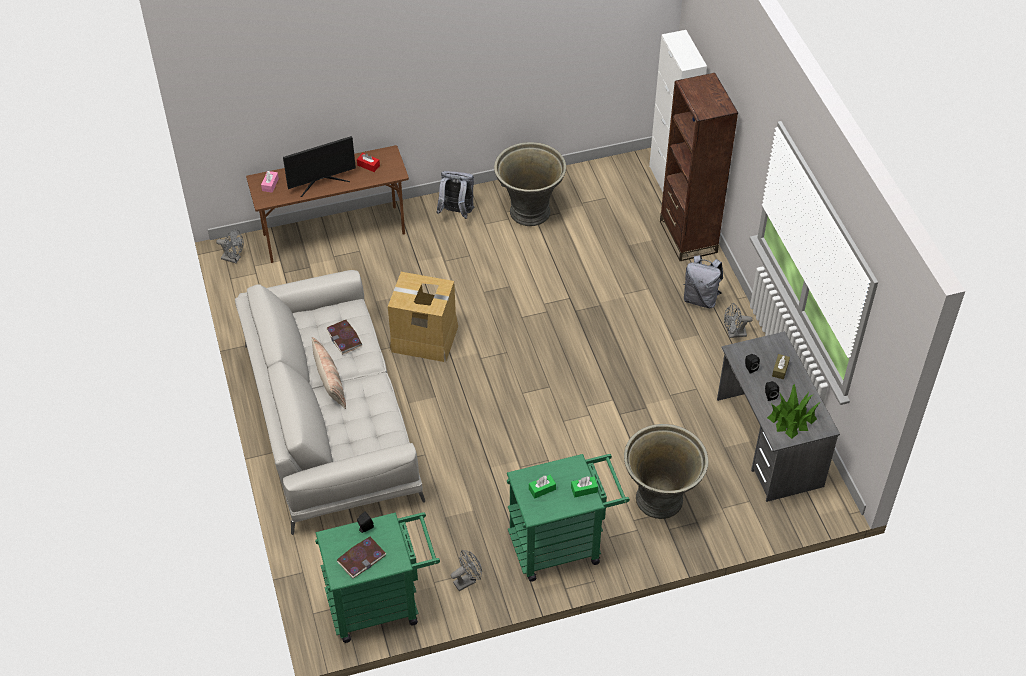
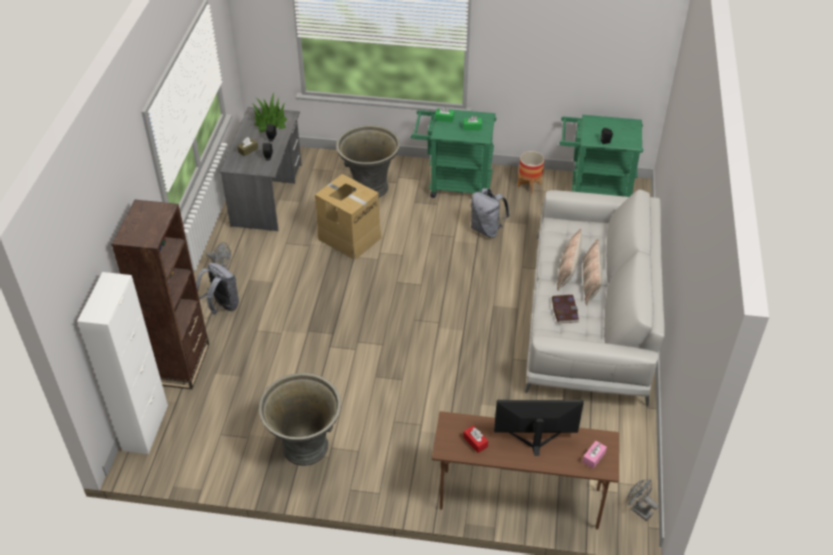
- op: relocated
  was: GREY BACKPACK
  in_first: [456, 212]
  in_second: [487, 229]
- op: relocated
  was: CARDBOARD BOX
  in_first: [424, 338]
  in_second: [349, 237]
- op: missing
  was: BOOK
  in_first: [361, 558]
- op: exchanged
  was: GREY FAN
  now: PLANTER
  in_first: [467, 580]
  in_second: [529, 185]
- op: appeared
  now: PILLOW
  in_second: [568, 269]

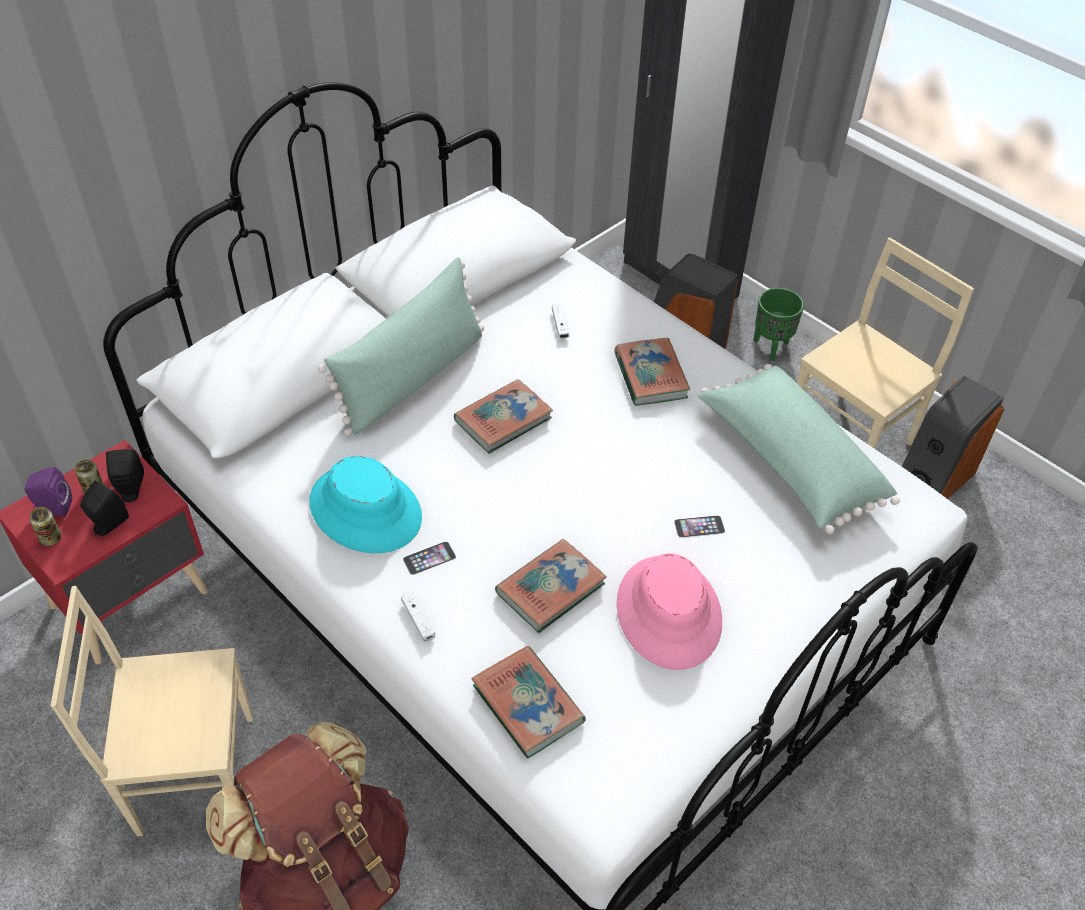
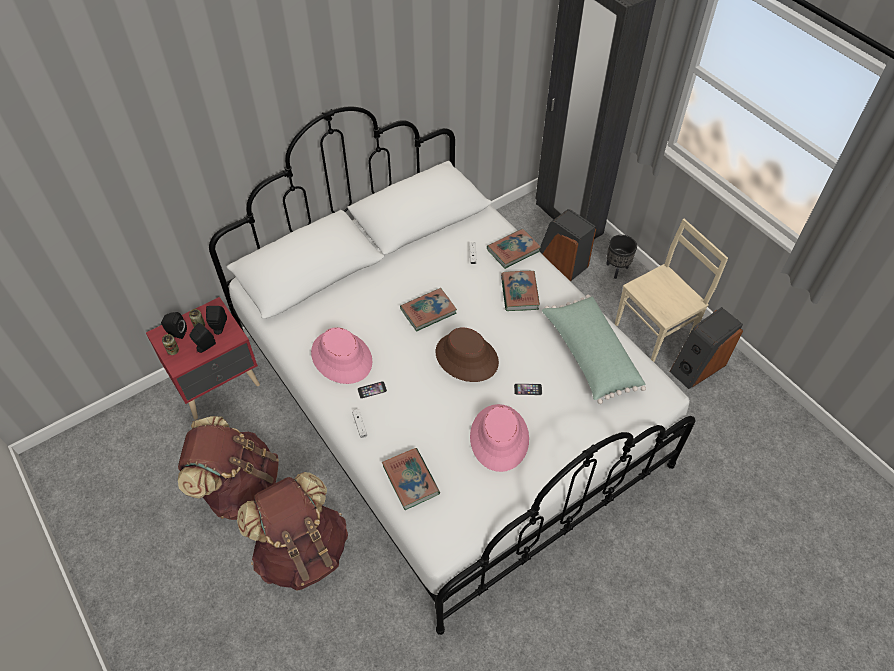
- op: missing
  was: GREEN PILLOW
  in_first: [412, 377]
- op: colour
  was: GREEN PLANTER
  now: BLACK PLANTER
  in_first: [772, 347]
  in_second: [617, 269]
- op: colour
  was: TURQUOISE HAT
  now: PINK HAT
  in_first: [366, 509]
  in_second: [342, 357]
- op: colour
  was: PURPLE SPEAKER
  now: BLACK SPEAKER
  in_first: [53, 508]
  in_second: [176, 333]
- op: relocated
  was: BOOK
  in_first: [550, 589]
  in_second: [513, 250]
- op: exchanged
  was: BEIGE CHAIR
  now: BROWN BACKPACK
  in_first: [194, 772]
  in_second: [239, 486]
- op: appeared
  now: BROWN HAT
  in_second: [466, 357]

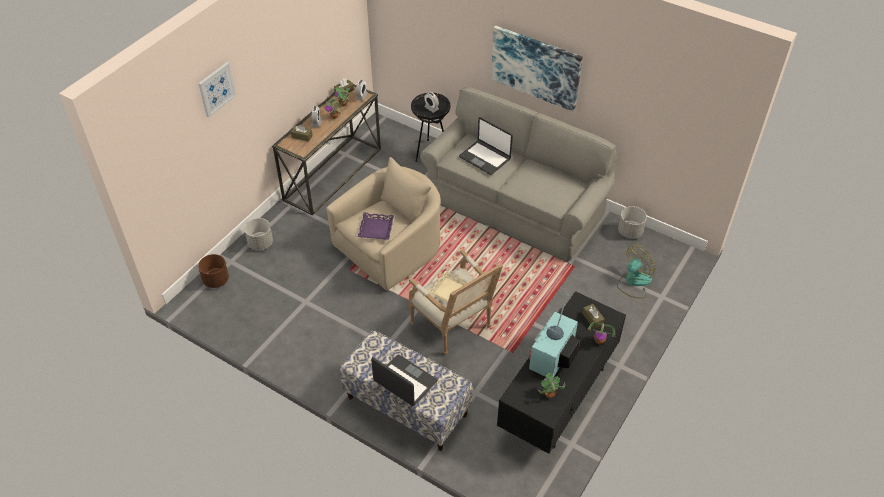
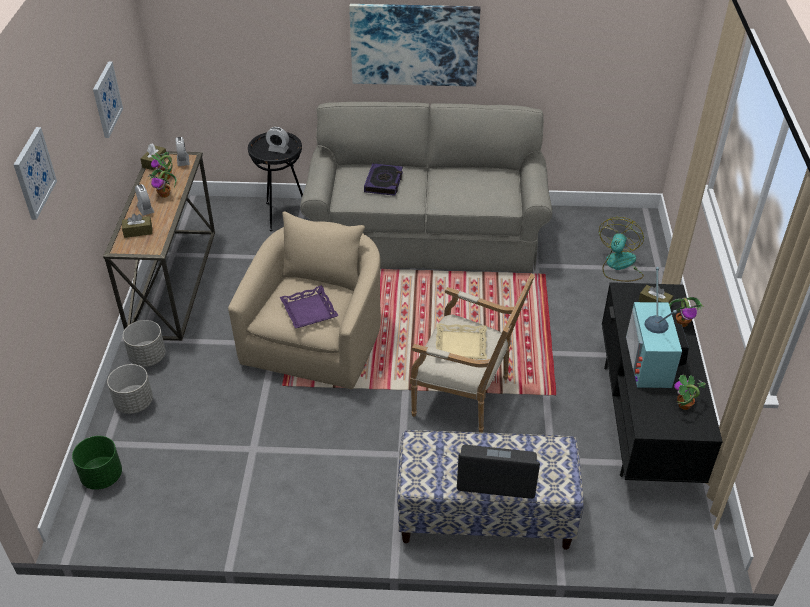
- op: exchanged
  was: LAPTOP
  now: BOOK
  in_first: [485, 158]
  in_second: [384, 182]
- op: relocated
  was: GREY PLANTER
  in_first: [630, 232]
  in_second: [148, 357]
- op: colour
  was: BROWN PLANTER
  now: GREEN PLANTER
  in_first: [216, 280]
  in_second: [102, 476]
- op: appeared
  now: PICTURE
  in_second: [106, 99]

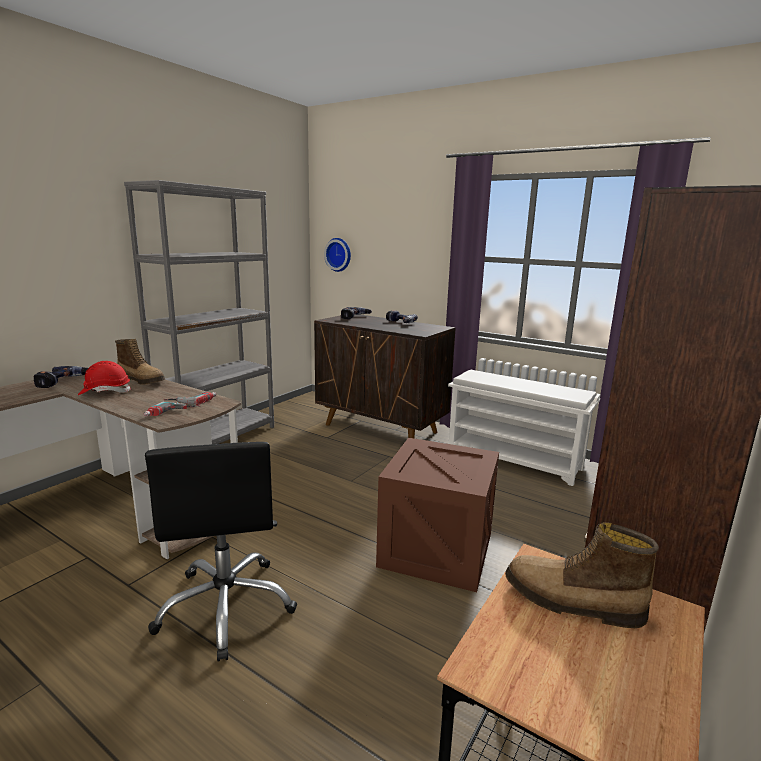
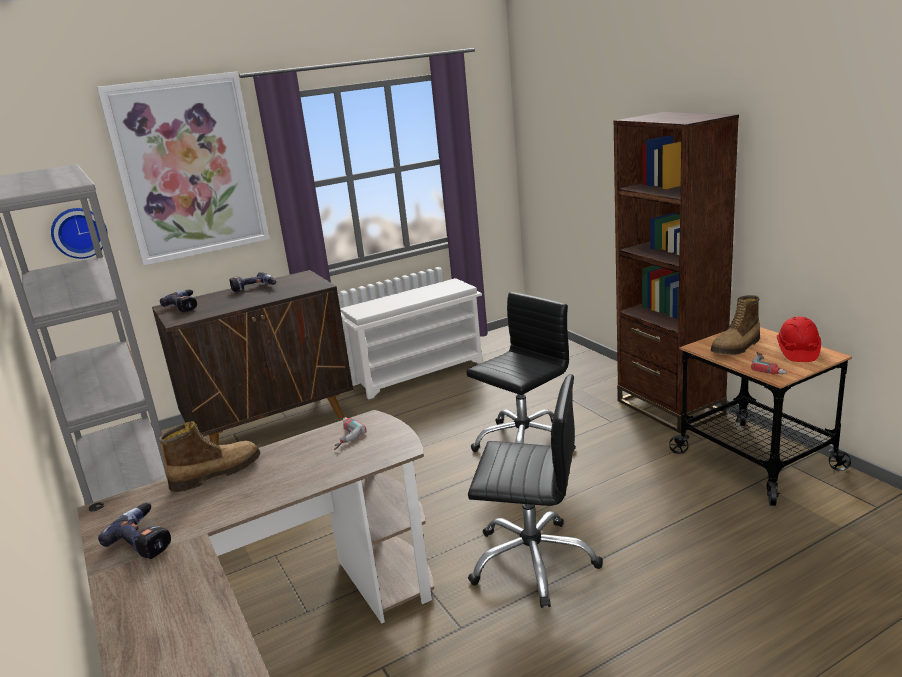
- op: relocated
  was: RED HARD HAT
  in_first: [105, 392]
  in_second: [797, 352]
- op: relocated
  was: POWER DRILL
  in_first: [171, 414]
  in_second: [770, 366]
- op: exchanged
  was: CRATE
  now: BLACK OFFICE CHAIR
  in_first: [436, 549]
  in_second: [523, 442]
- op: appeared
  now: PICTURE
  in_second: [189, 168]

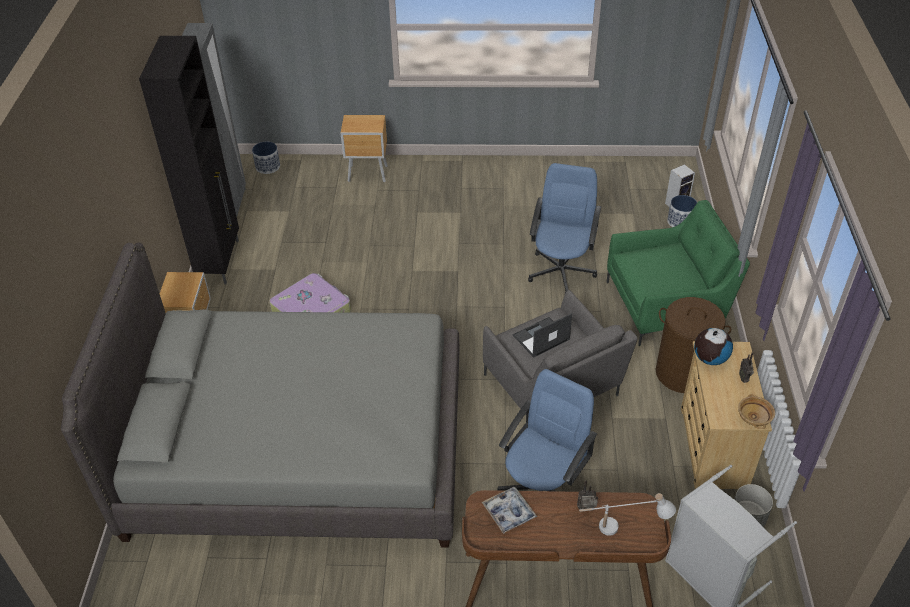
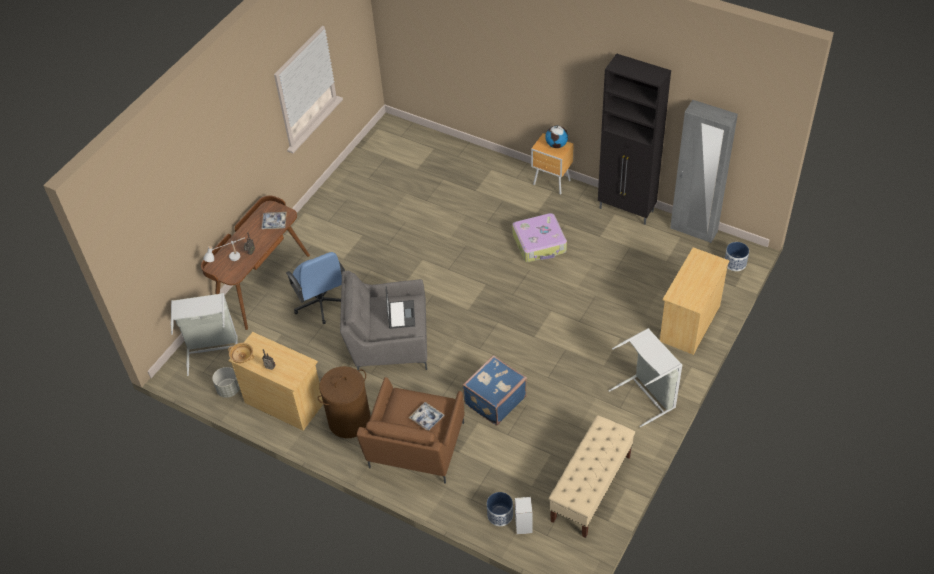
- op: exchanged
  was: BROWN NIGHTSTAND
  now: BEIGE DRESSER
  in_first: [368, 174]
  in_second: [689, 323]
- op: exchanged
  was: BLUE OFFICE CHAIR
  now: BLUE SUITCASE
  in_first: [561, 271]
  in_second: [494, 400]
- op: colour
  was: GREEN ARMCHAIR
  now: BROWN ARMCHAIR
  in_first: [667, 305]
  in_second: [415, 449]
- op: missing
  was: GREY BED
  in_first: [299, 449]
- op: relocated
  was: GLOBE
  in_first: [709, 358]
  in_second: [556, 145]
- op: appeared
  now: GREY LAUNDRY BASKET
  in_second: [647, 396]
- op: appeared
  now: TRAY
  in_second: [427, 418]
- op: appeared
  now: BEIGE BENCH
  in_second: [591, 489]

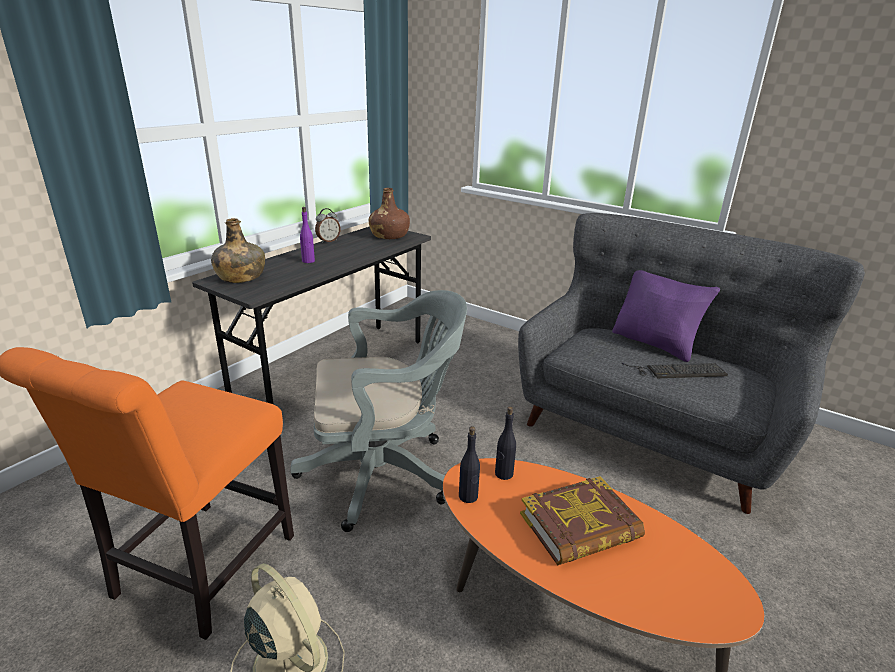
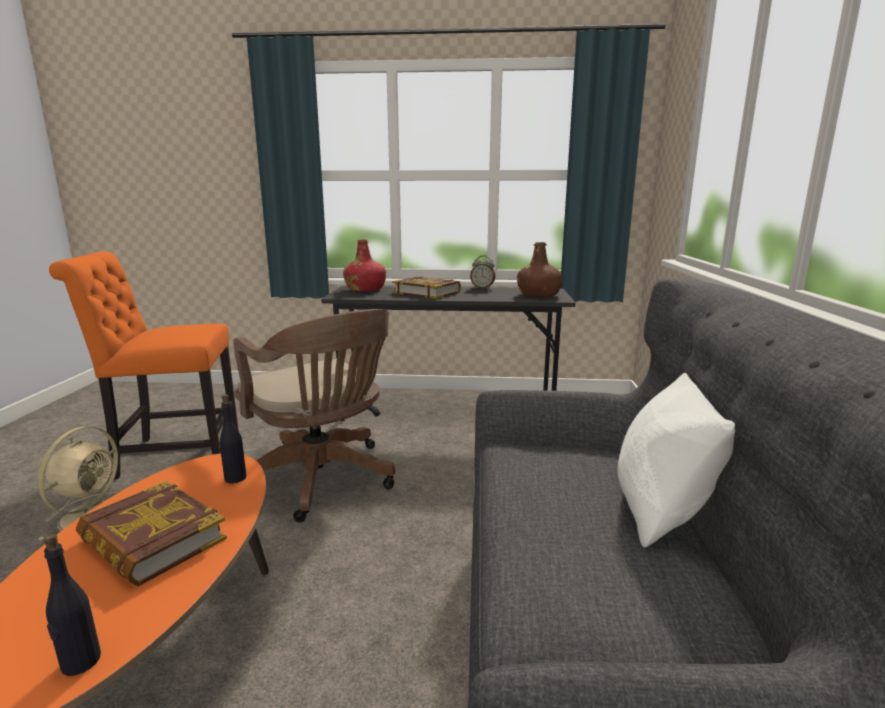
- op: exchanged
  was: PURPLE BOTTLE
  now: BOOK
  in_first: [308, 261]
  in_second: [427, 292]
- op: colour
  was: GREEN BOTTLE
  now: RED BOTTLE
  in_first: [240, 277]
  in_second: [365, 289]
- op: colour
  was: PURPLE PILLOW
  now: WHITE PILLOW
  in_first: [654, 343]
  in_second: [661, 507]
- op: colour
  was: GREY OFFICE CHAIR
  now: BROWN OFFICE CHAIR
  in_first: [384, 473]
  in_second: [323, 480]
- op: missing
  was: KEYBOARD
  in_first: [676, 371]
- op: relocated
  was: BLACK BOTTLE
  in_first: [468, 496]
  in_second: [80, 662]

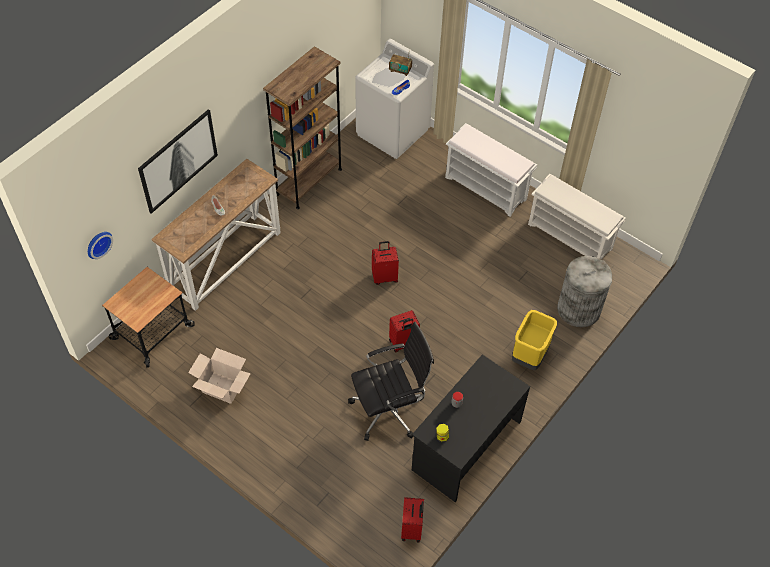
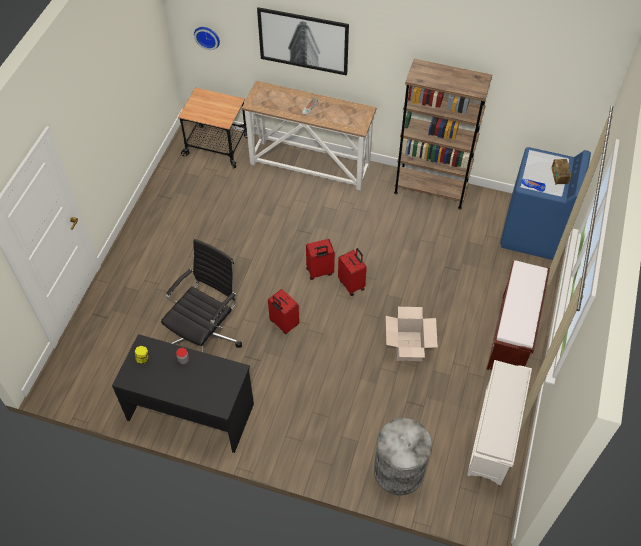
- op: colour
  was: WHITE WASHING MACHINE
  now: BLUE WASHING MACHINE
  in_first: [393, 132]
  in_second: [533, 233]
- op: colour
  was: WHITE BENCH
  now: BROWN BENCH
  in_first: [486, 188]
  in_second: [511, 336]
- op: missing
  was: YELLOW TRASH CAN
  in_first: [530, 356]
- op: spun
  was: BLACK OFFICE CHAIR
  in_first: [389, 409]
  in_second: [206, 336]
  clockwise: -105
- op: relocated
  was: CARDBOARD BOX
  in_first: [222, 388]
  in_second: [408, 346]
- op: relocated
  was: RED SUITCASE
  in_first: [412, 529]
  in_second: [320, 272]

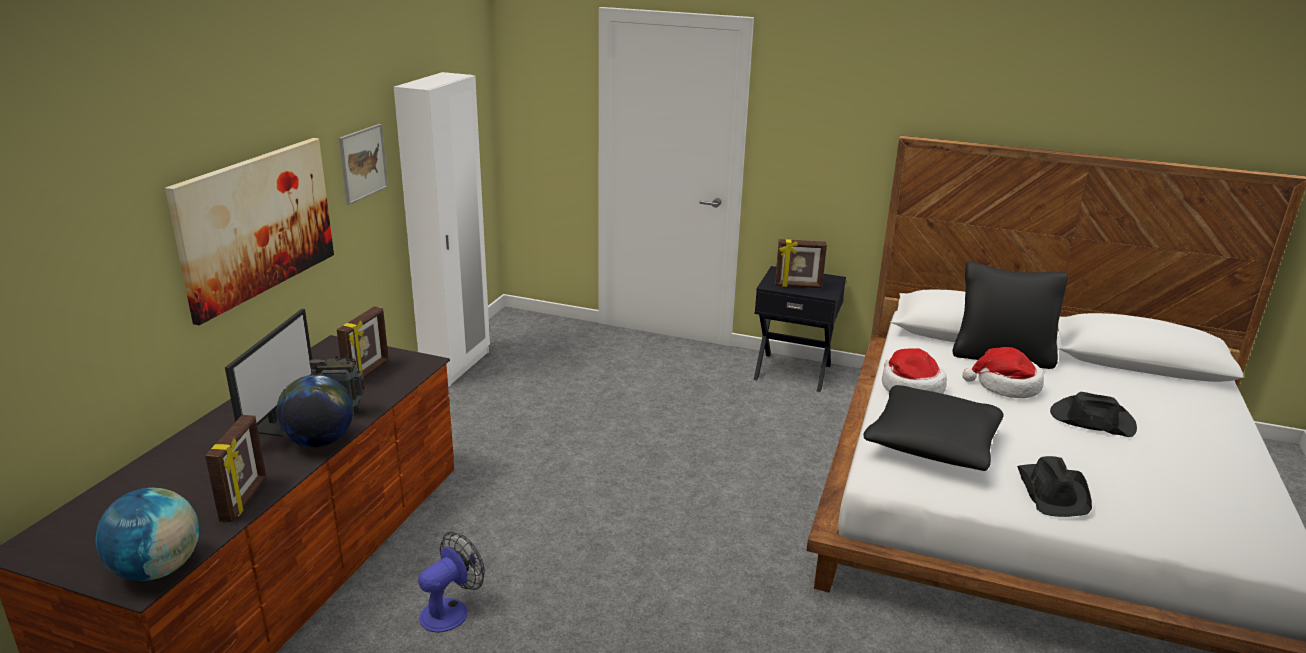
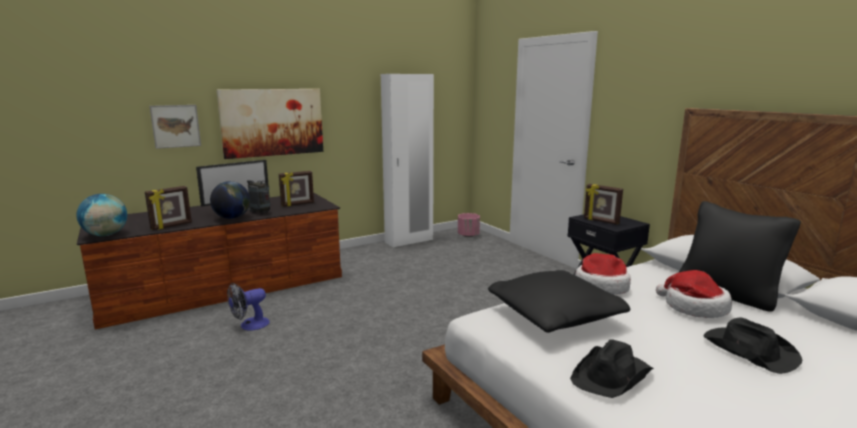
- op: relocated
  was: PICTURE
  in_first: [363, 163]
  in_second: [176, 126]
- op: spun
  was: FAN
  in_first: [451, 610]
  in_second: [250, 325]
  clockwise: 150
- op: appeared
  now: PINK PLANTER
  in_second: [468, 235]

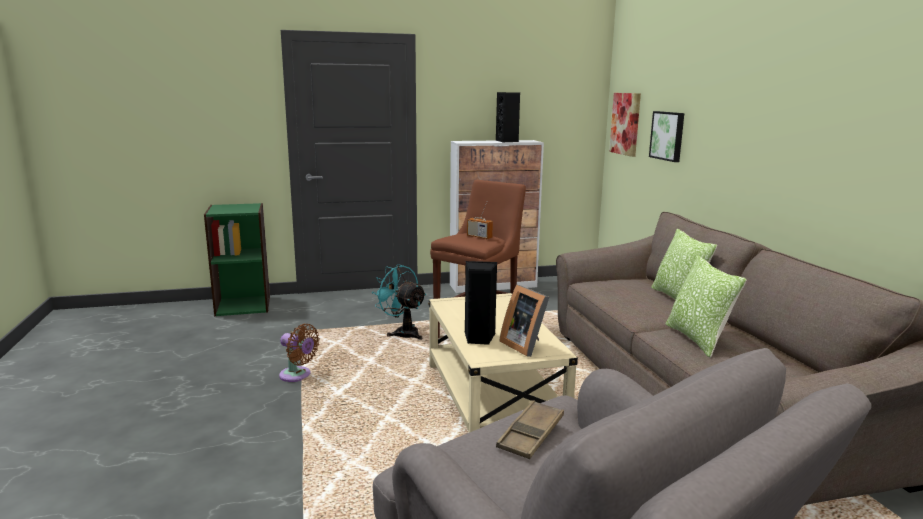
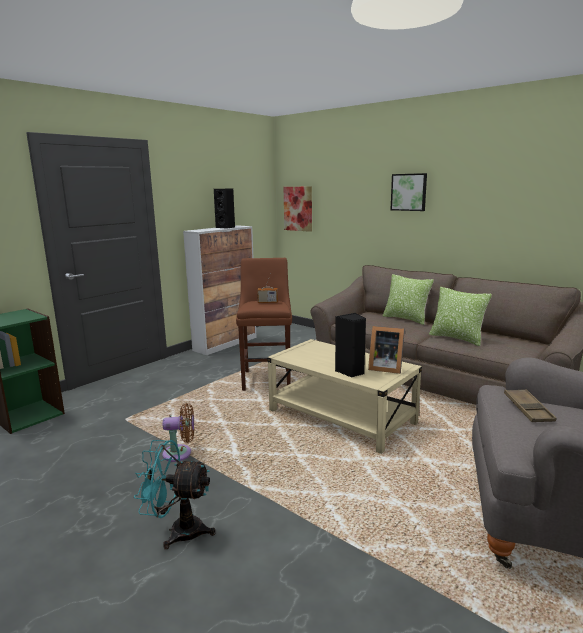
- op: relocated
  was: PICTURE
  in_first: [668, 136]
  in_second: [409, 192]
- op: relocated
  was: TURQUOISE FAN
  in_first: [402, 333]
  in_second: [178, 531]

